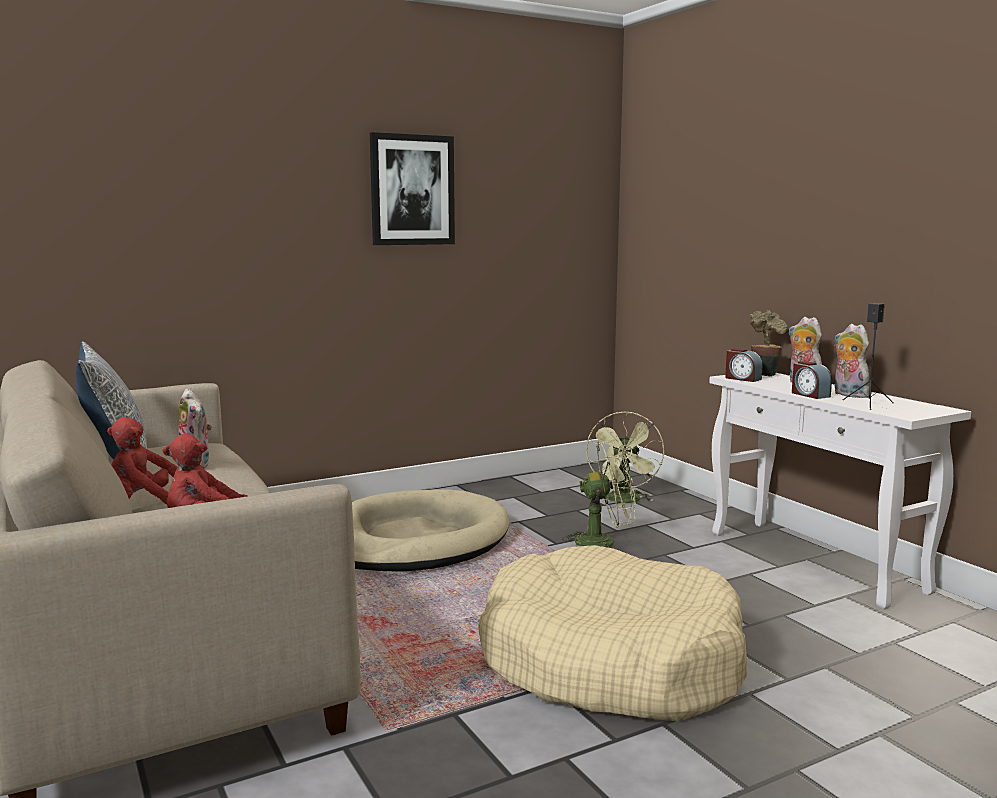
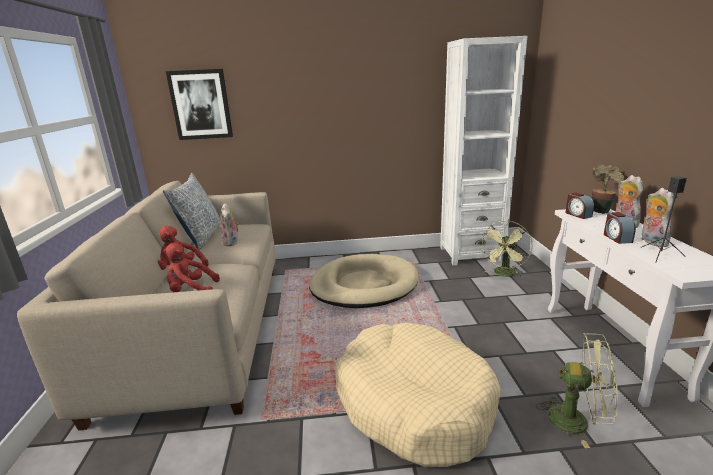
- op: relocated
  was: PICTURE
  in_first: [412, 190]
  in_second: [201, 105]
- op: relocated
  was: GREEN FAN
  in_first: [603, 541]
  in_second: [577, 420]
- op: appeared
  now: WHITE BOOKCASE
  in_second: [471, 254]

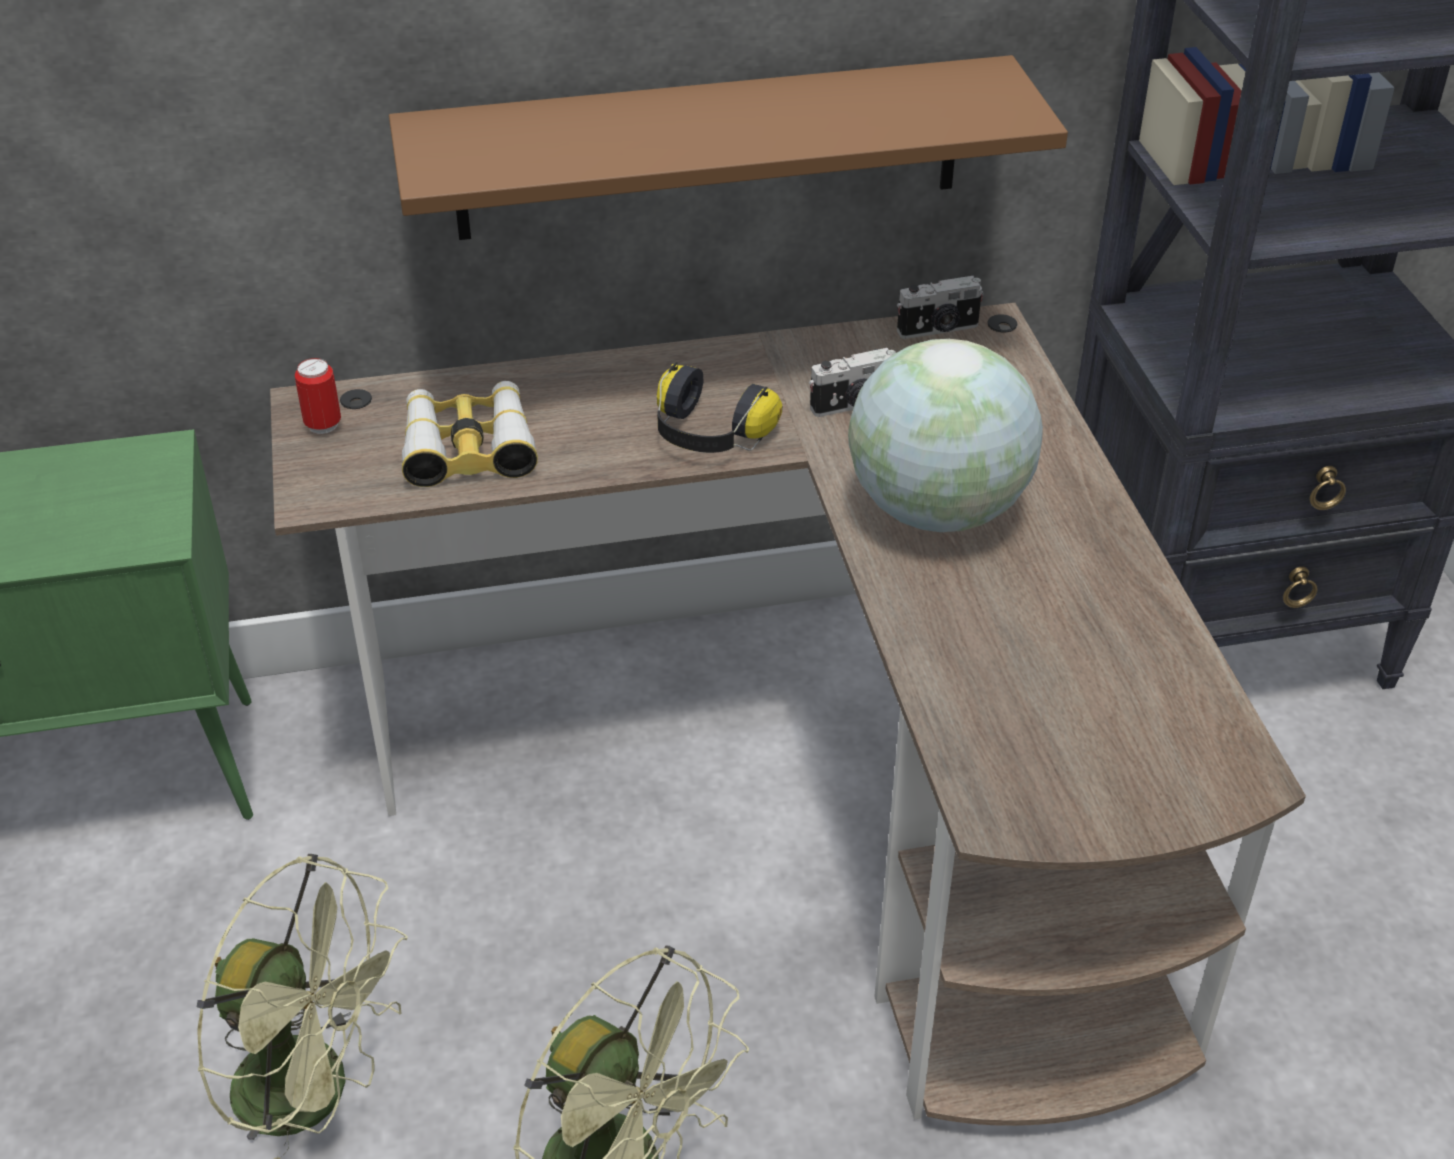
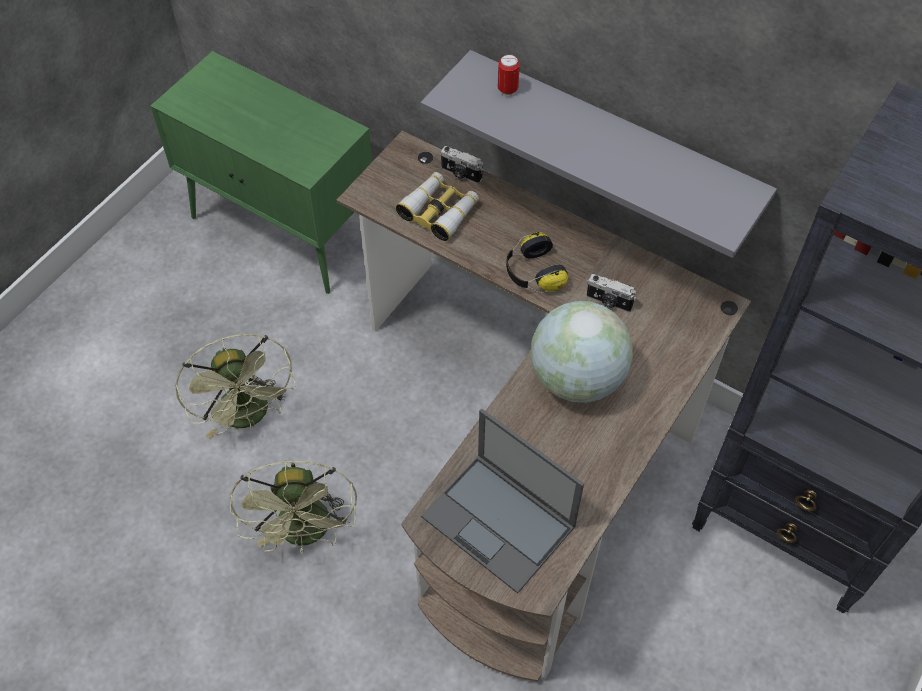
- op: colour
  was: BROWN SHELF
  now: GREY SHELF
  in_first: [709, 148]
  in_second: [612, 143]
- op: relocated
  was: PHOTO CAMERA
  in_first: [938, 330]
  in_second: [461, 174]
- op: relocated
  was: CAN
  in_first: [323, 425]
  in_second: [507, 90]
- op: appeared
  now: LAPTOP
  in_second: [500, 522]

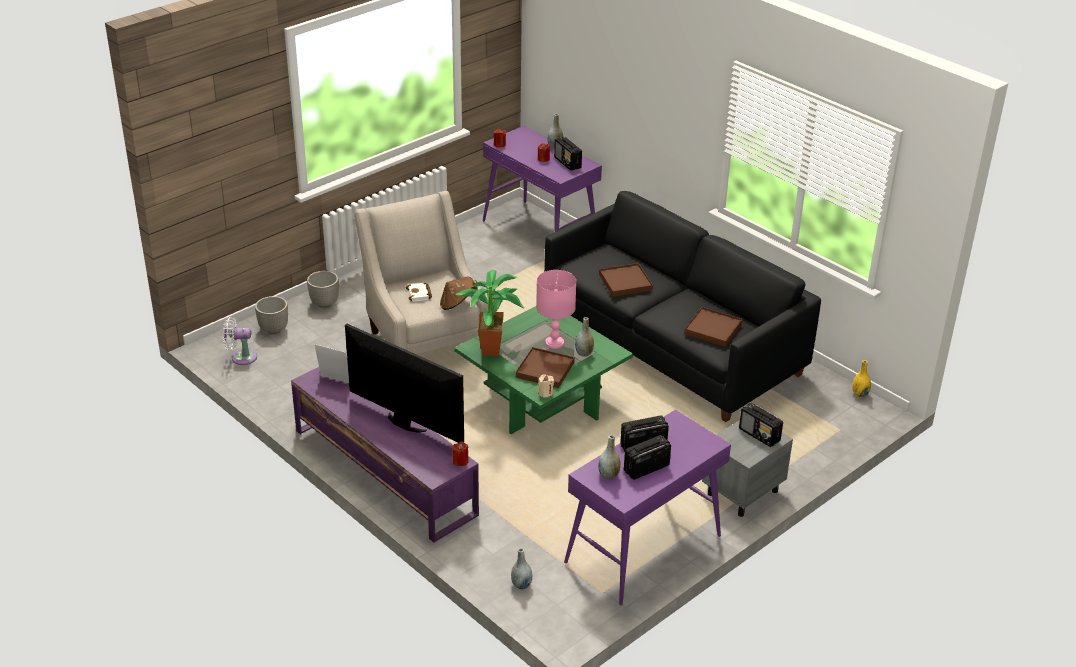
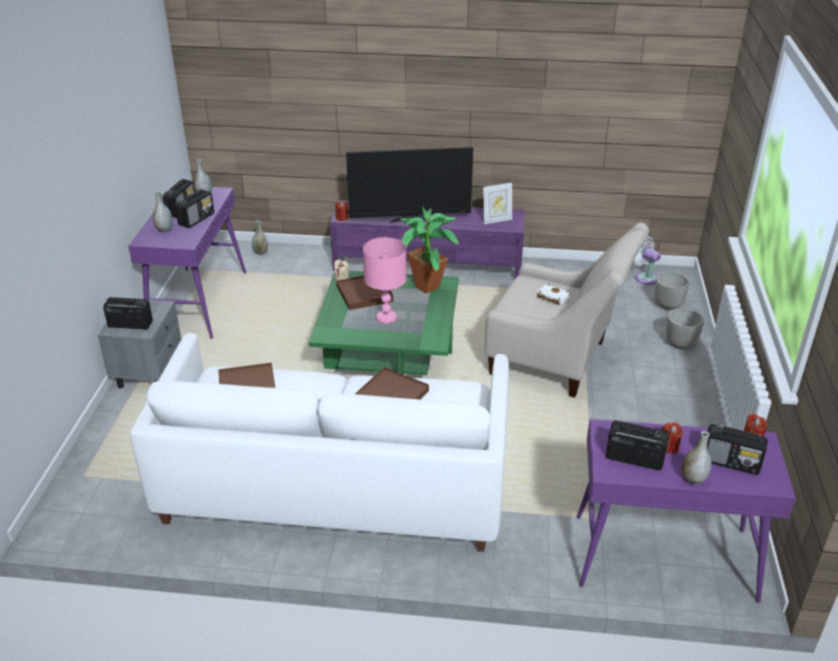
- op: colour
  was: BLACK SOFA
  now: WHITE SOFA
  in_first: [672, 344]
  in_second: [334, 482]
- op: missing
  was: BROWN HAT
  in_first: [457, 304]
- op: spun
  was: WHITE FAN
  in_first: [241, 357]
  in_second: [644, 277]
  clockwise: -90
- op: relocated
  was: GREY VASE
  in_first: [584, 353]
  in_second: [164, 230]
- op: missing
  was: YELLOW VASE
  in_first: [860, 394]
- op: appeared
  now: RADIO
  in_second: [731, 462]

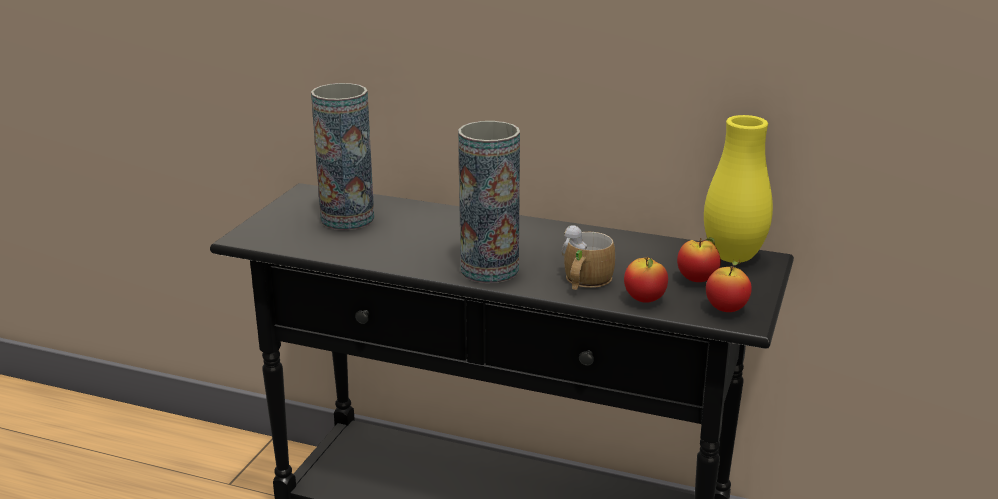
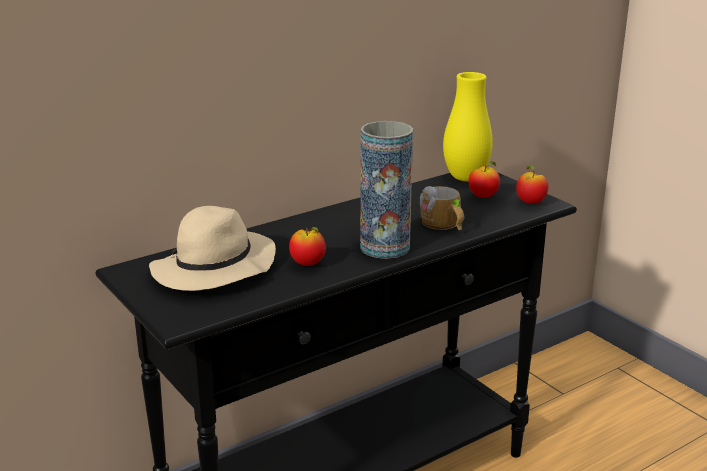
- op: exchanged
  was: VASE
  now: BEIGE HAT
  in_first: [347, 219]
  in_second: [214, 269]
- op: relocated
  was: APPLE
  in_first: [644, 300]
  in_second: [308, 264]

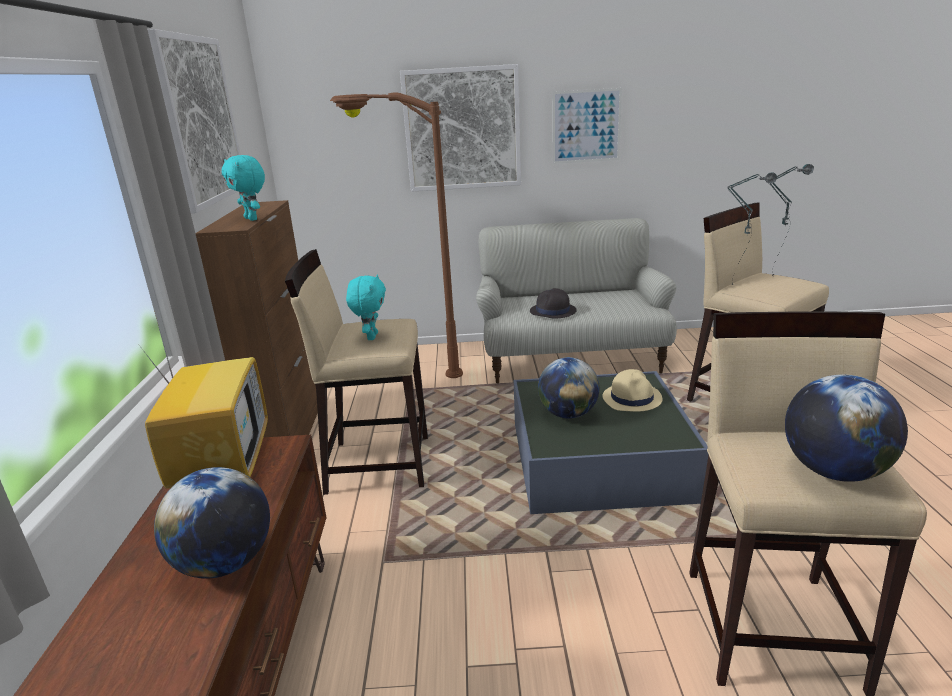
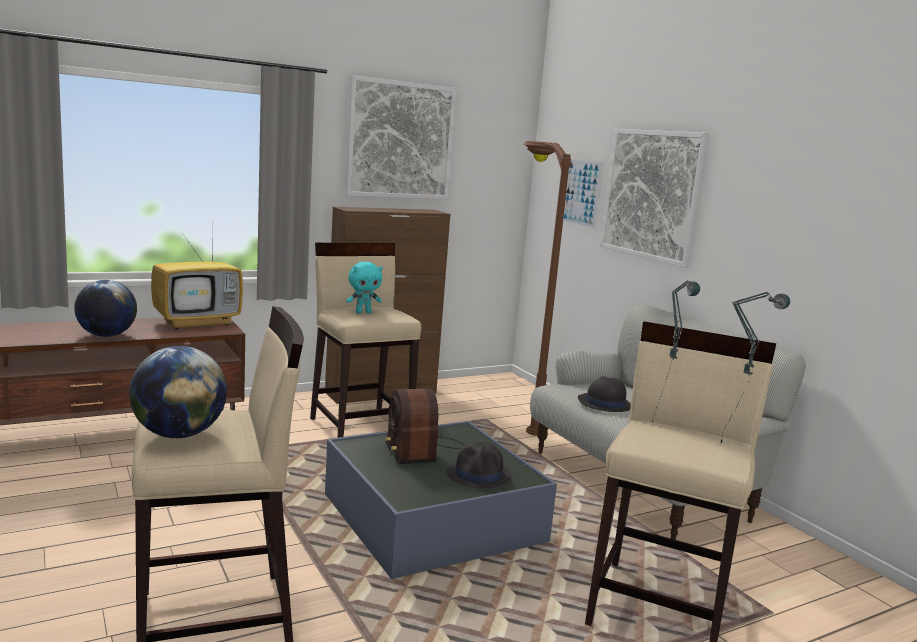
- op: relocated
  was: PICTURE
  in_first: [586, 126]
  in_second: [578, 192]
- op: missing
  was: TURQUOISE PLUSH TOY
  in_first: [252, 219]
- op: exchanged
  was: GLOBE
  now: RADIO
  in_first: [568, 414]
  in_second: [420, 448]
- op: colour
  was: BEIGE HAT
  now: BLACK HAT
  in_first: [632, 398]
  in_second: [479, 475]

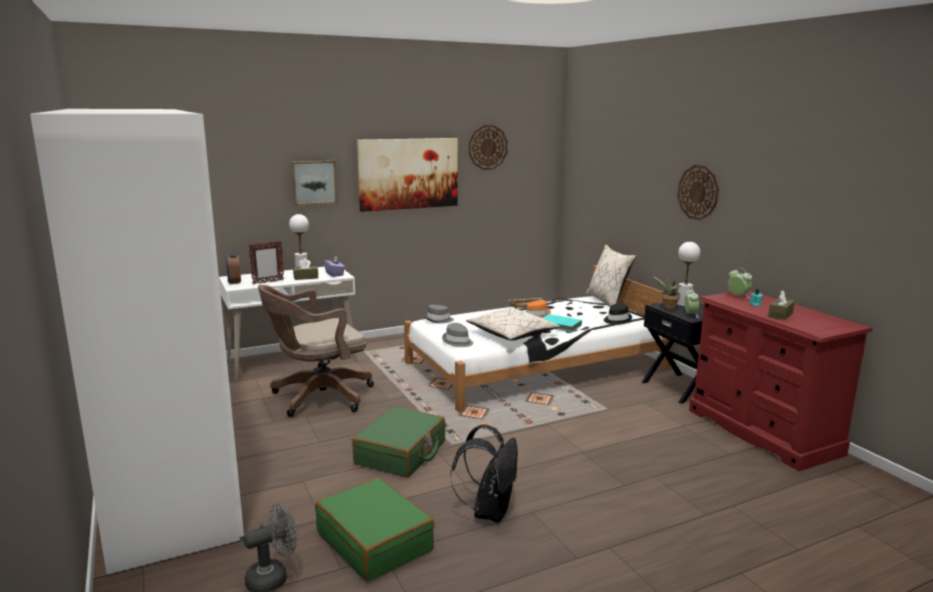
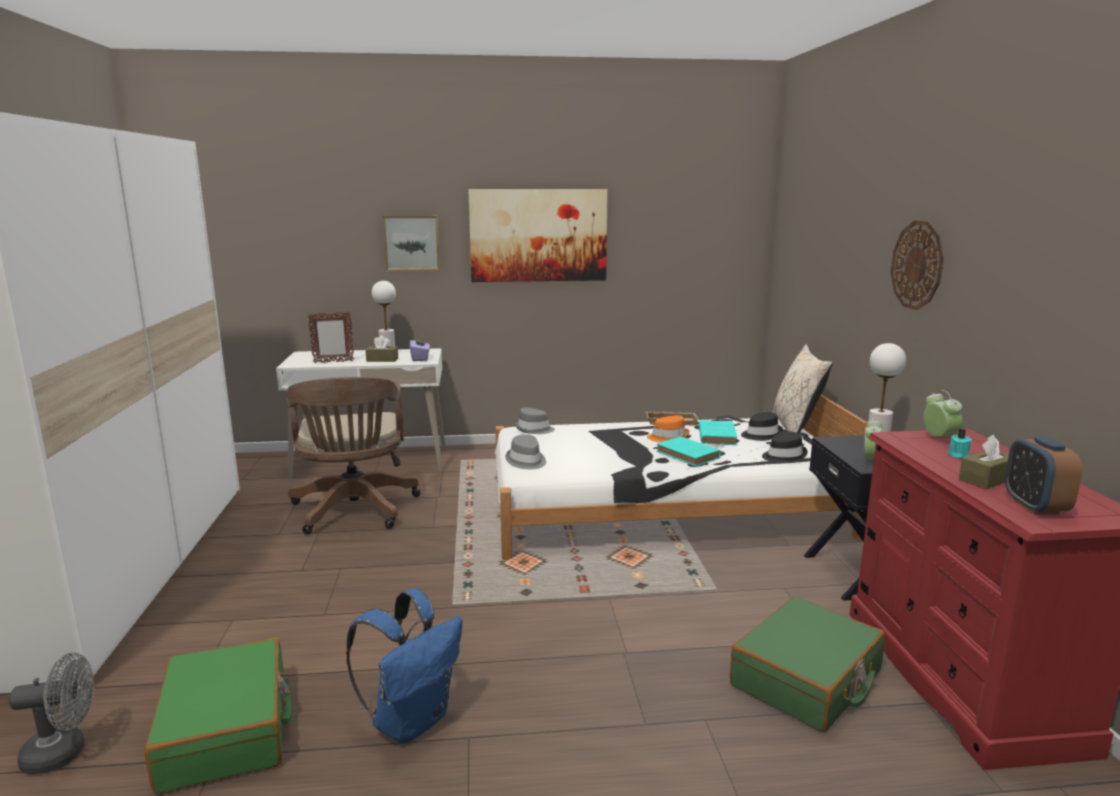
- op: missing
  was: WALL CLOCK
  in_first: [487, 147]
- op: relocated
  was: ALARM CLOCK
  in_first: [234, 281]
  in_second: [1035, 506]
- op: missing
  was: POTTED PLANT
  in_first: [668, 308]
- op: spun
  was: BROWN OFFICE CHAIR
  in_first: [317, 397]
  in_second: [354, 511]
  clockwise: -90
- op: missing
  was: BEIGE PILLOW
  in_first: [512, 334]
- op: relocated
  was: GREEN SUITCASE
  in_first: [401, 453]
  in_second: [806, 679]
- op: colour
  was: BLACK BACKPACK
  now: BLUE BACKPACK
  in_first: [489, 511]
  in_second: [411, 720]
- op: appeared
  now: BLACK HAT
  in_second: [761, 434]
- op: appeared
  now: TURQUOISE BOOK
  in_second: [717, 435]

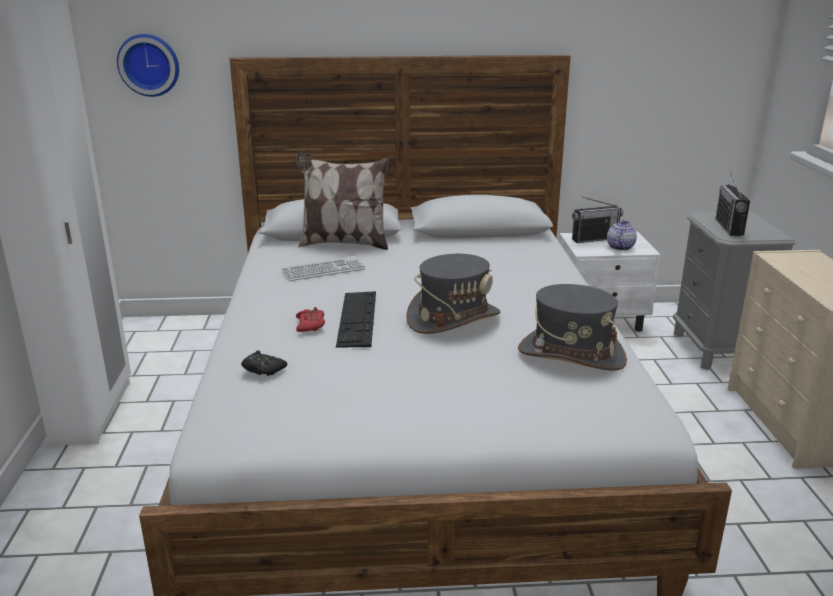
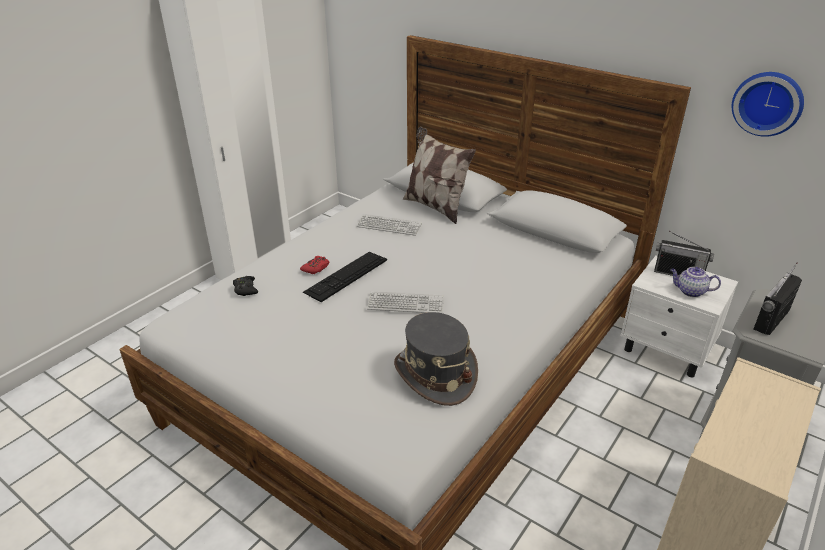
- op: relocated
  was: WALL CLOCK
  in_first: [149, 65]
  in_second: [768, 103]
- op: spun
  was: TEAPOT
  in_first: [620, 247]
  in_second: [690, 291]
  clockwise: -135
- op: exchanged
  was: GREY HAT
  now: KEYBOARD
  in_first: [453, 318]
  in_second: [405, 303]

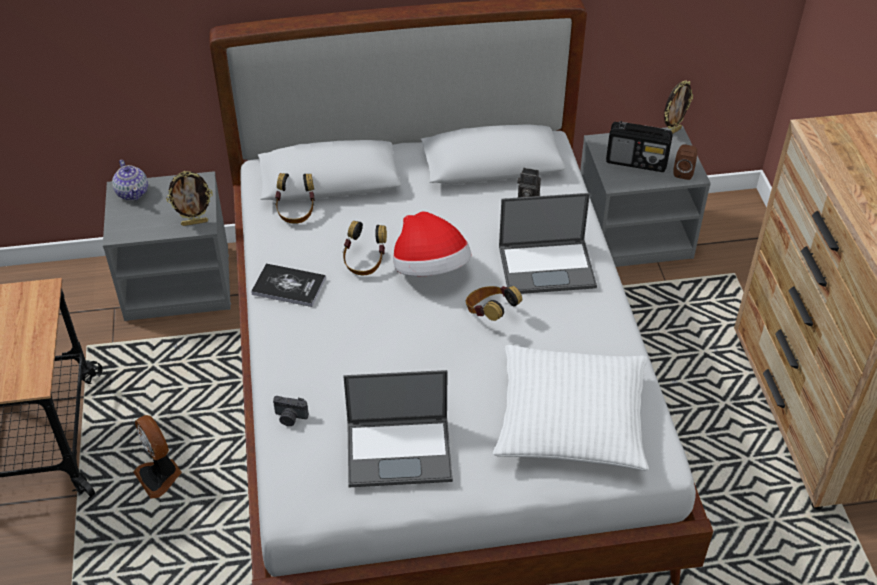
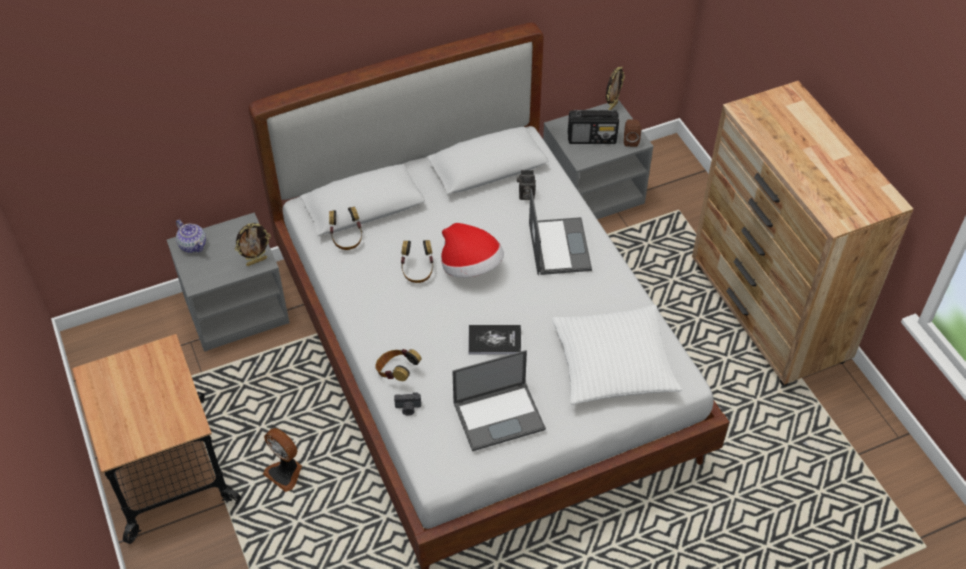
- op: spun
  was: LAPTOP
  in_first: [548, 266]
  in_second: [559, 246]
  clockwise: -75
- op: relocated
  was: BOOK
  in_first: [289, 286]
  in_second: [494, 340]
- op: relocated
  was: HEADPHONES
  in_first: [490, 314]
  in_second: [397, 372]

